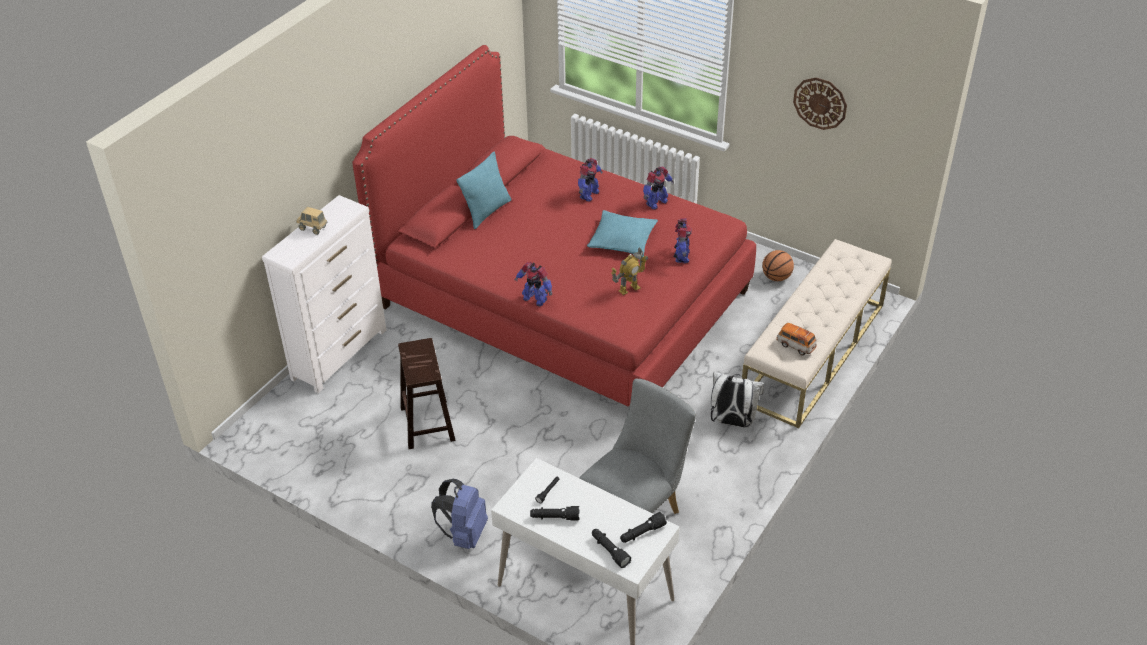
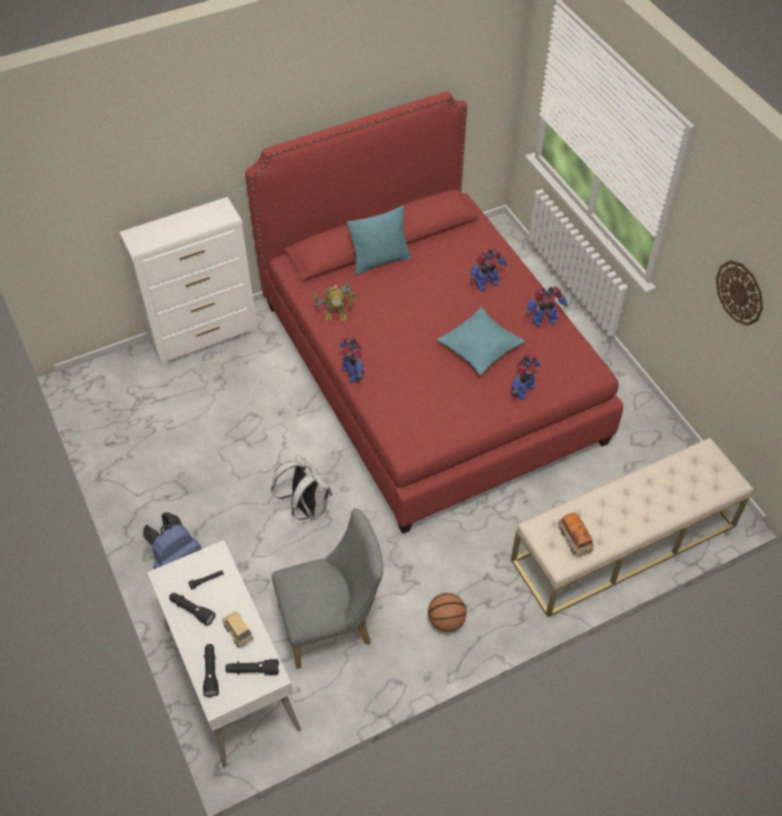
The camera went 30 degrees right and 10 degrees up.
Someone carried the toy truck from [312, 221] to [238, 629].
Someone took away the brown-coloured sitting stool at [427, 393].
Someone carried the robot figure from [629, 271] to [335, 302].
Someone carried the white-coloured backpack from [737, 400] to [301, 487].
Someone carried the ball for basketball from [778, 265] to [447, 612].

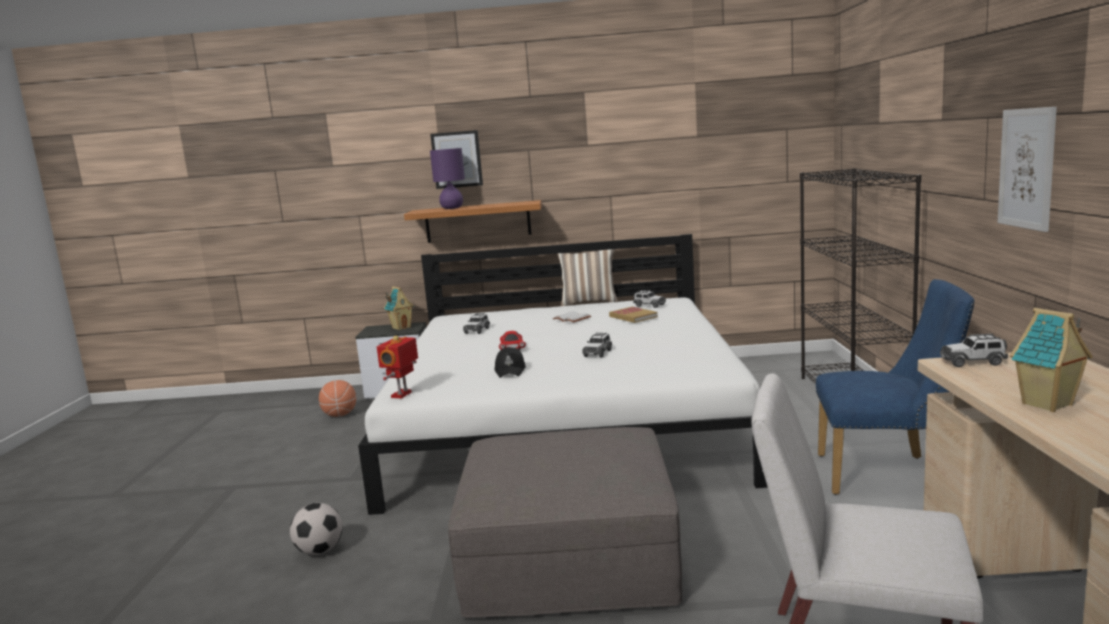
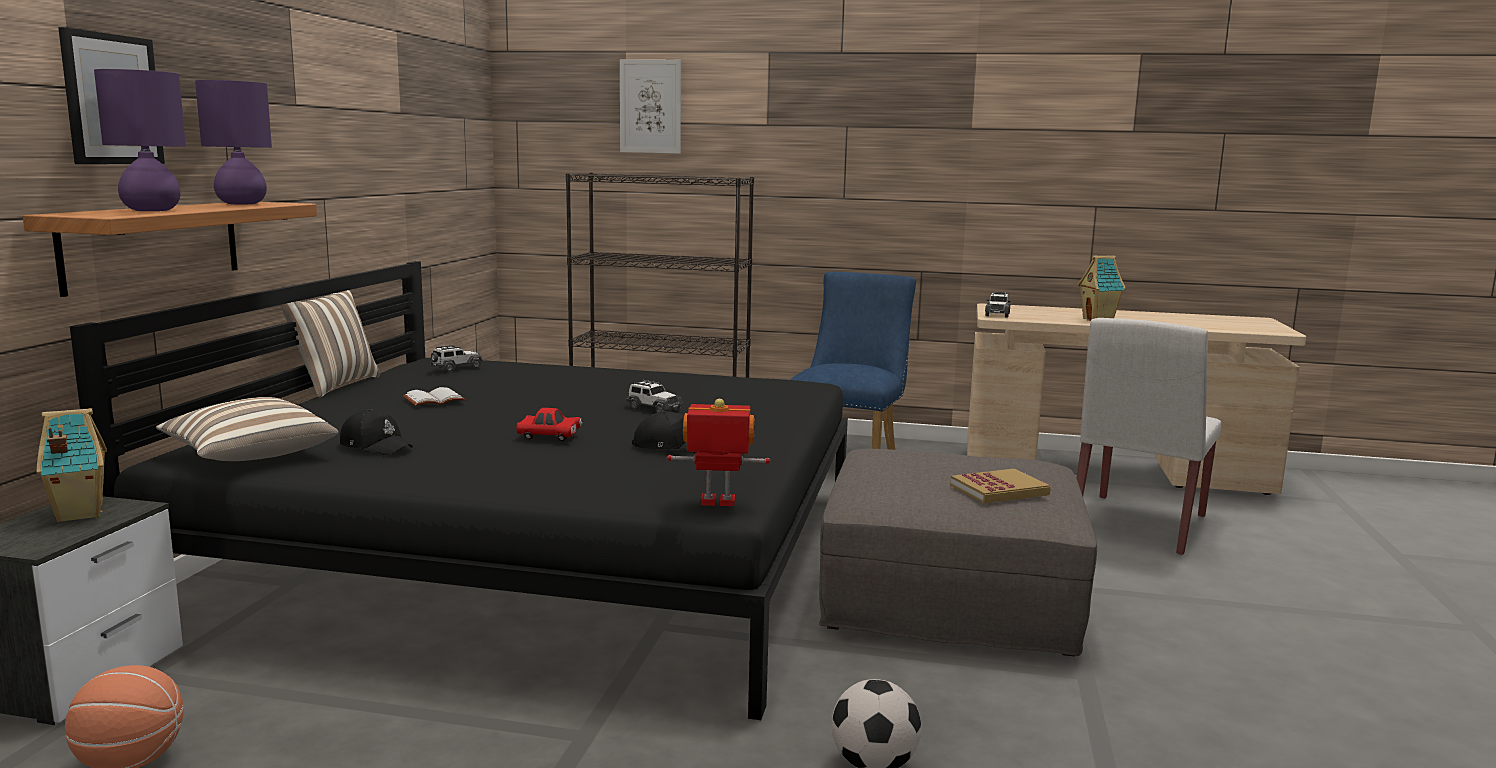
The camera went 80 degrees left and 0 degrees up.
Someone repainted the white-coloured sleeping bed at [563, 374], which became the blackish sleeping bed at [459, 490].
Someone rotated the robot figure at [397, 367] by 150 degrees clockwise.
Someone swapped the model car at [476, 323] for the blackish peaked cap at [376, 432].
Someone carried the book from [633, 315] to [1000, 486].
Someone carried the wall picture from [1027, 169] to [650, 106].
Someone put down the cushion at [247, 429].
Someone put down the purple-coloured lamp for a table at [233, 142].

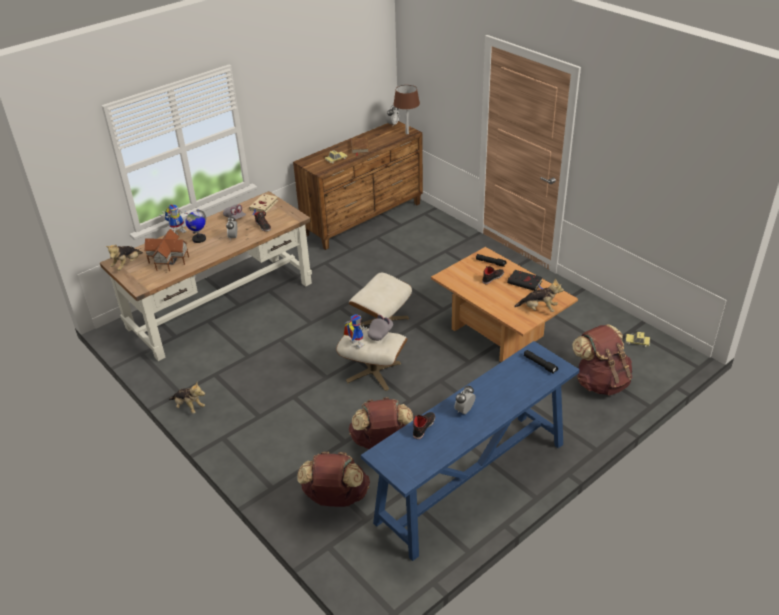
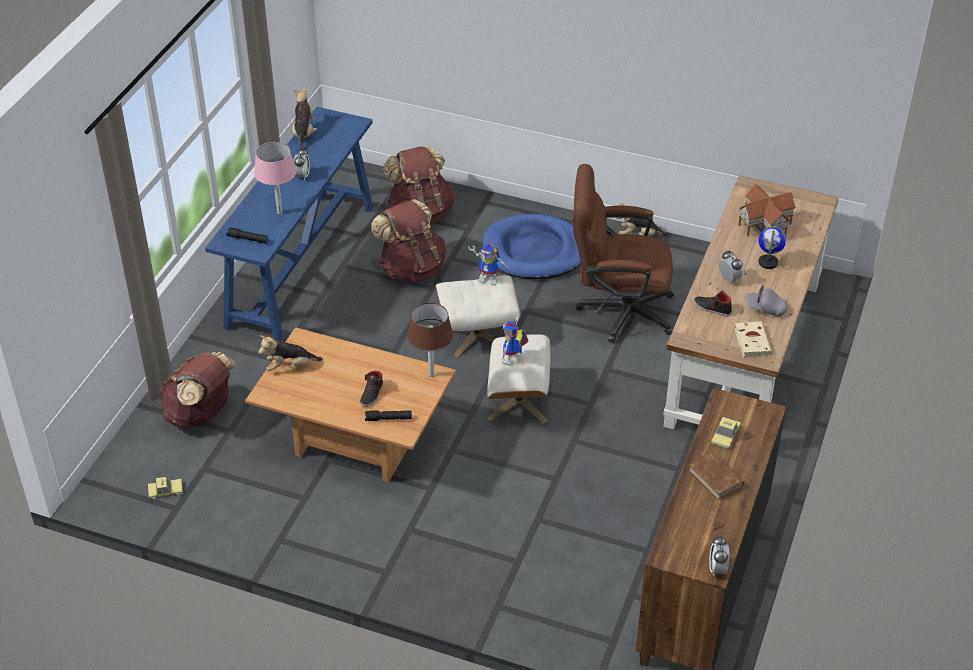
The camera went 150 degrees right and 5 degrees up.
Someone carried the plush toy from [124, 258] to [304, 118].
Someone carried the robot figure from [174, 220] to [515, 340].
Someone took away the gray peaked cap at [380, 328].
Someone carried the brown-coloured lamp for a table from [406, 109] to [430, 340].
Someone took away the blackish low shoe at [424, 425].
Someone took away the blackish book at [525, 280].
Someone put down the pinkish lamp for a table at [275, 178].
Someone put down the blue-coloured dog cushion at [532, 246].
Someone put down the brown-coloured computer chair at [623, 253].

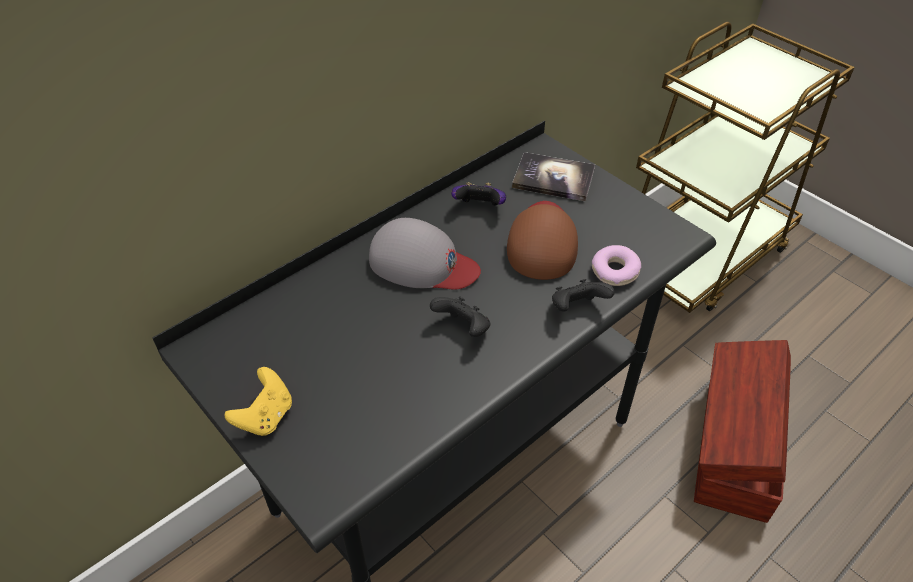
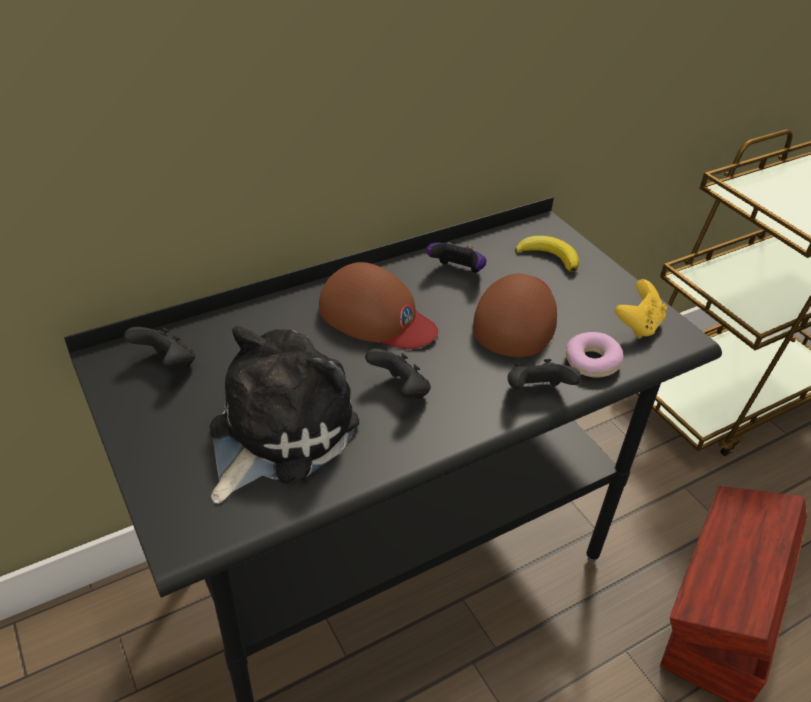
The camera went 10 degrees right and 5 degrees down.
Someone carried the yellow-coloured game controller from [258, 401] to [641, 309].
Someone repainted the gray peaked cap at [425, 254], which became the brown-coloured peaked cap at [378, 305].
Someone swapped the book at [553, 177] for the banana at [547, 254].
Someone put down the blackish game controller at [159, 347].
Someone put down the plush toy at [284, 415].

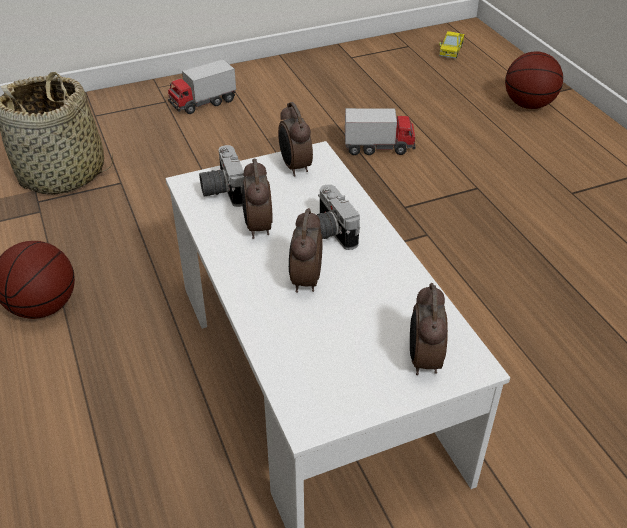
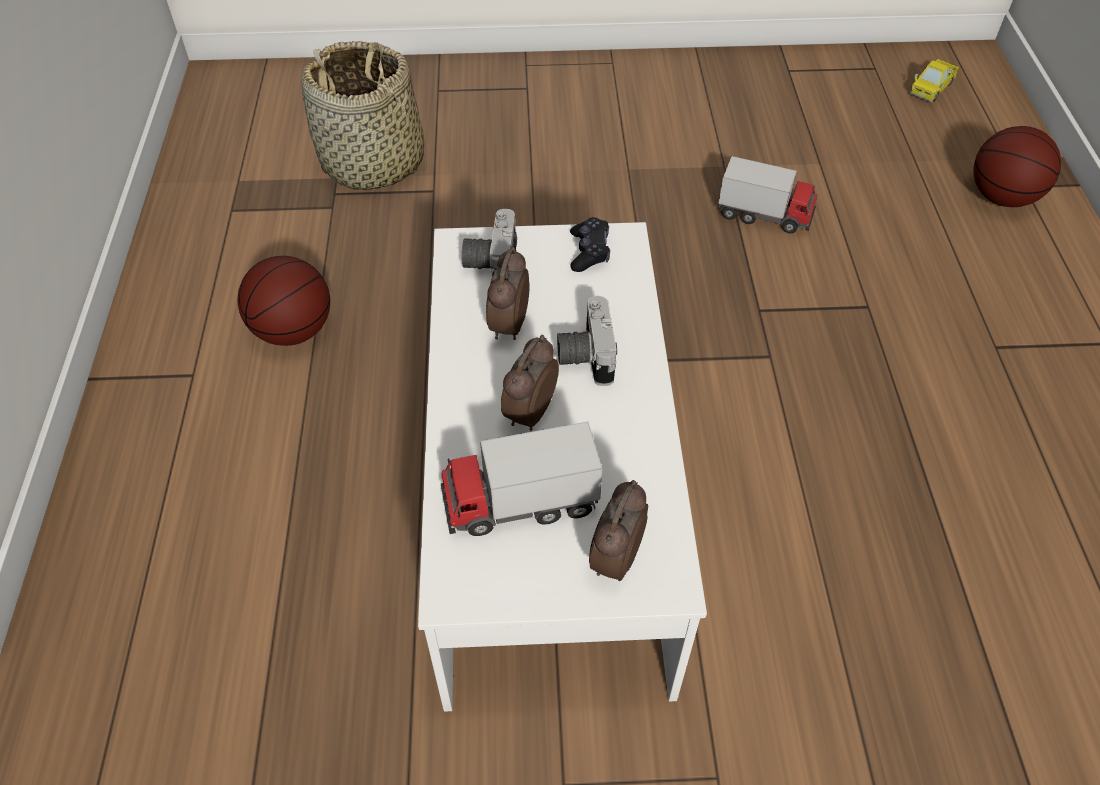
The camera went 20 degrees right and 10 degrees up.
Someone carried the toy truck from [202, 86] to [522, 479].
Someone swapped the alarm clock at [295, 139] for the blackish game controller at [590, 244].

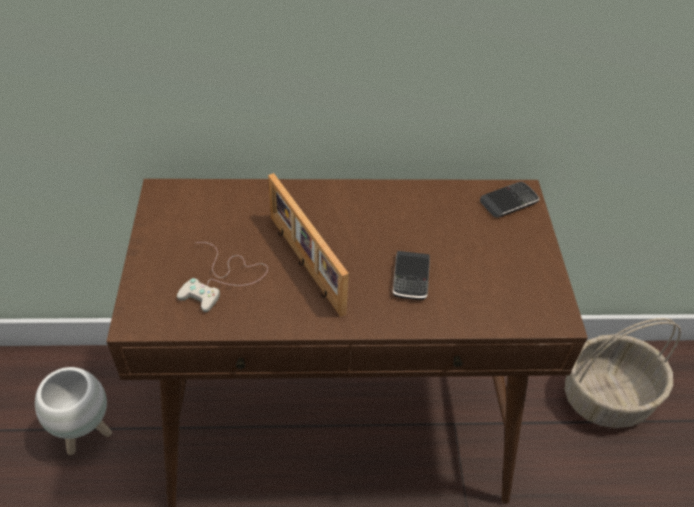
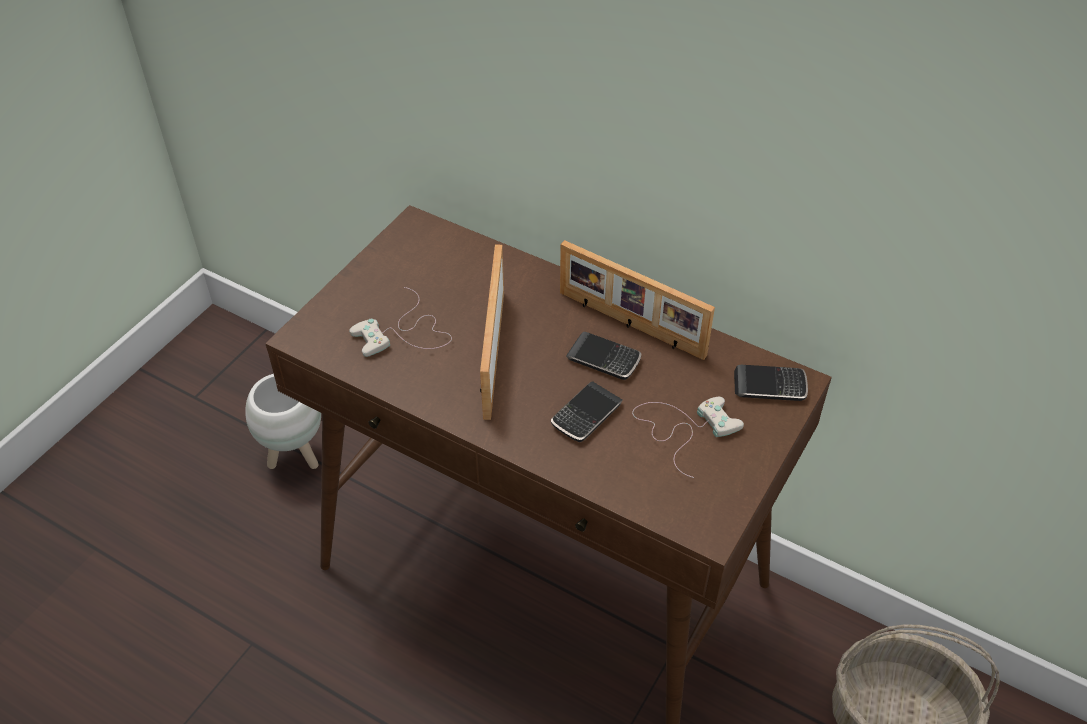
The camera went 35 degrees right and 0 degrees up.
Someone put down the standing frame at [637, 300].
Someone put down the handset at [603, 356].
Someone put down the white-coloured game controller at [688, 437].

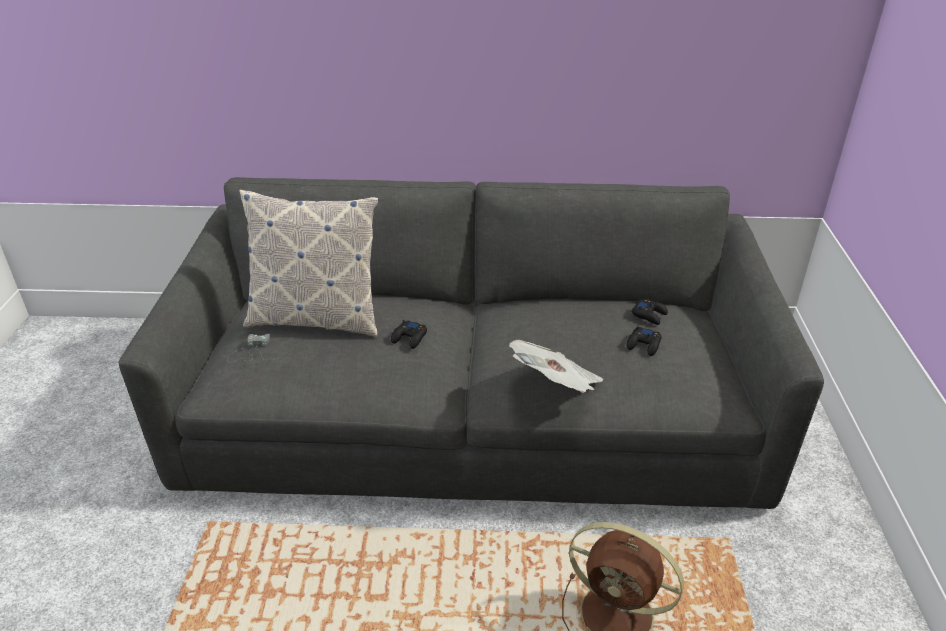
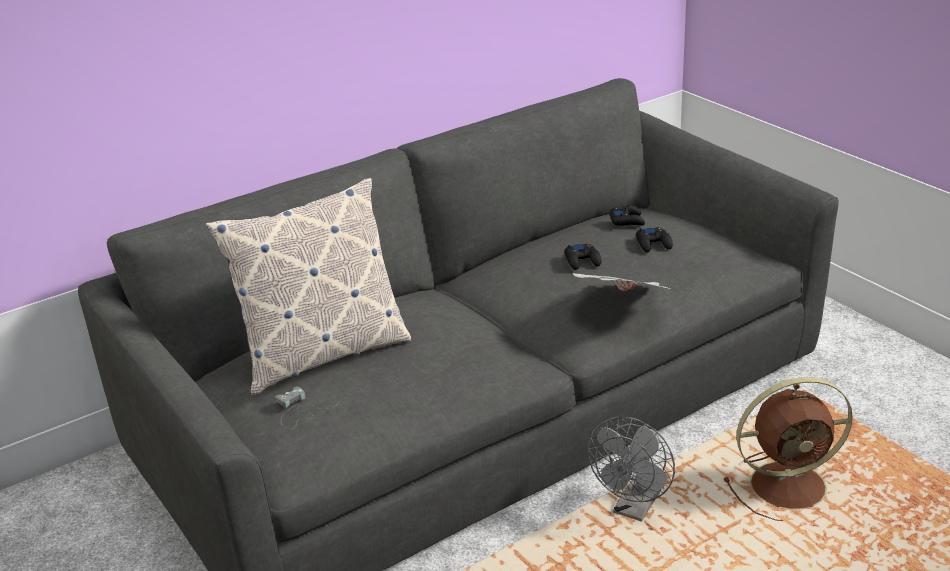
The camera went 35 degrees left and 5 degrees down.
Someone carried the blackish game controller from [409, 334] to [582, 257].
Someone put down the gray cooling fan at [631, 469].

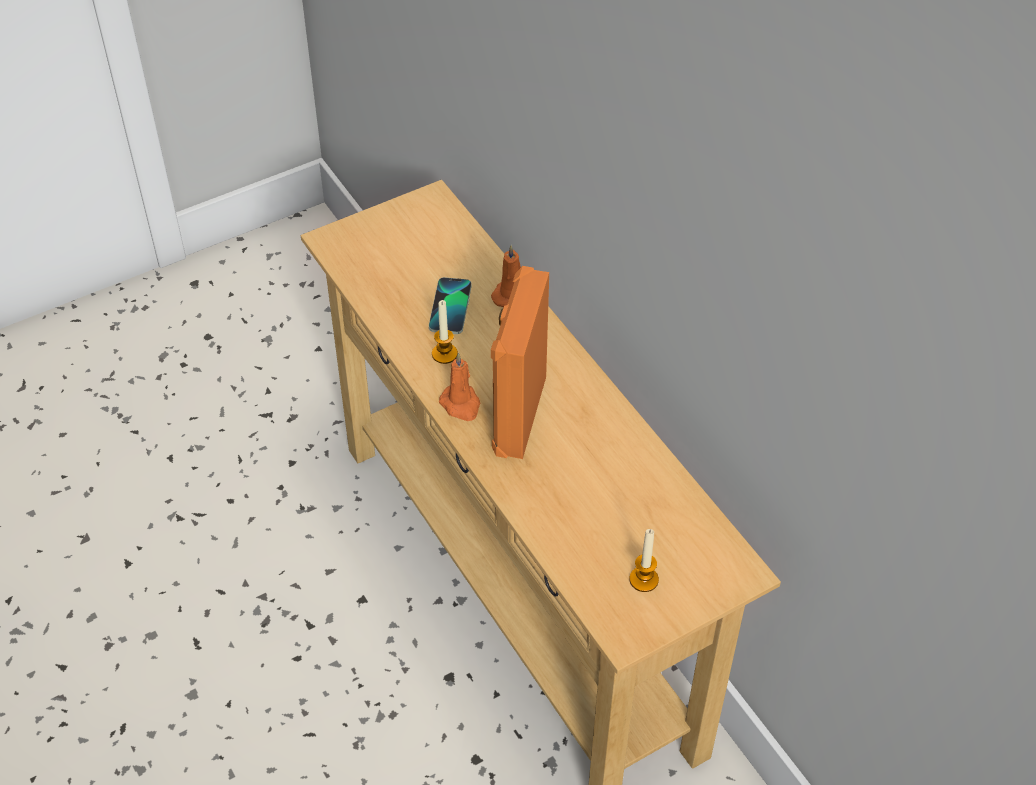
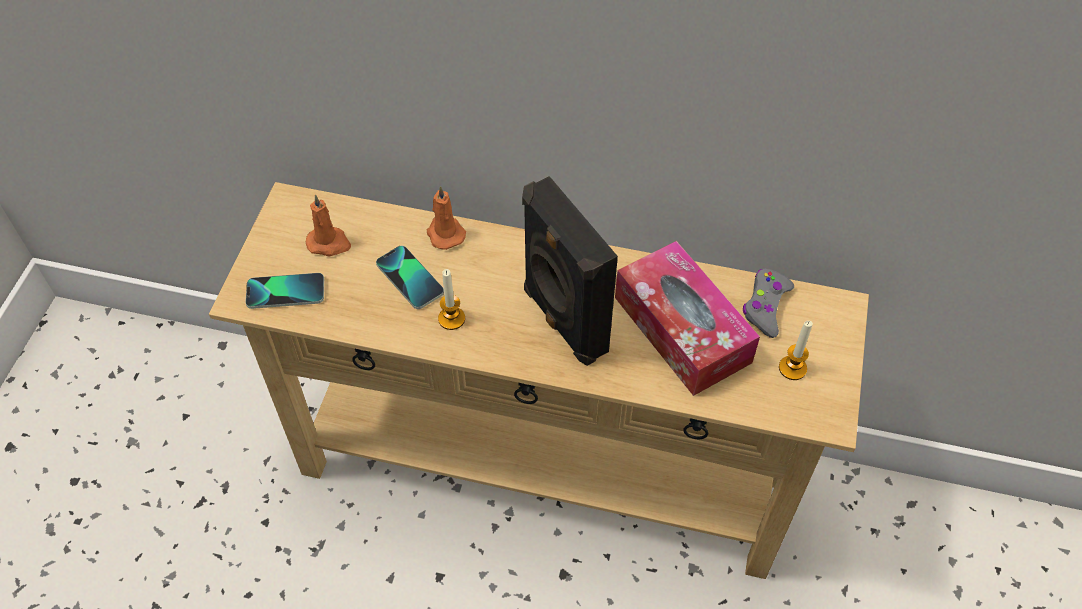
The camera went 45 degrees left and 5 degrees up.
Someone carried the orange wax light from [459, 387] to [328, 225].
Someone repainted the orange audio speaker at [520, 362], which became the blackish audio speaker at [570, 271].
Someone put down the handset at [284, 291].
Someone put down the tissue box at [687, 318].
Someone put down the gray game controller at [768, 303].

